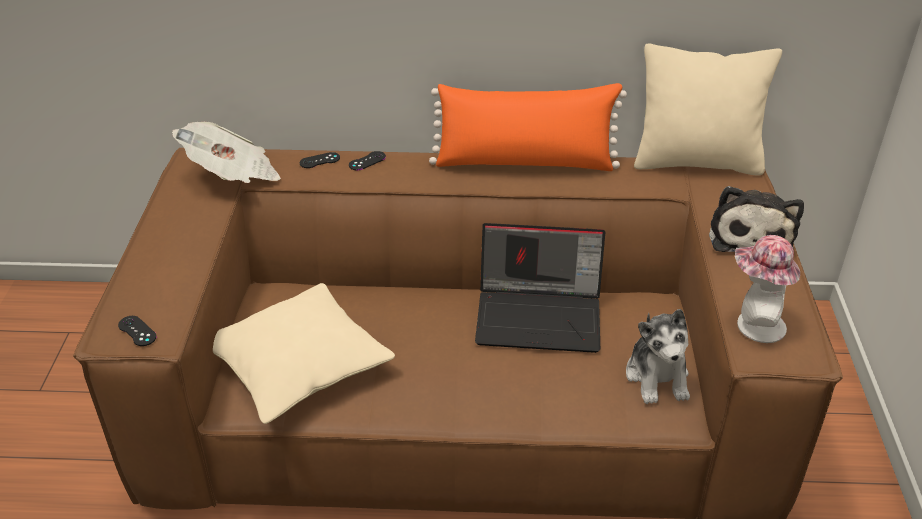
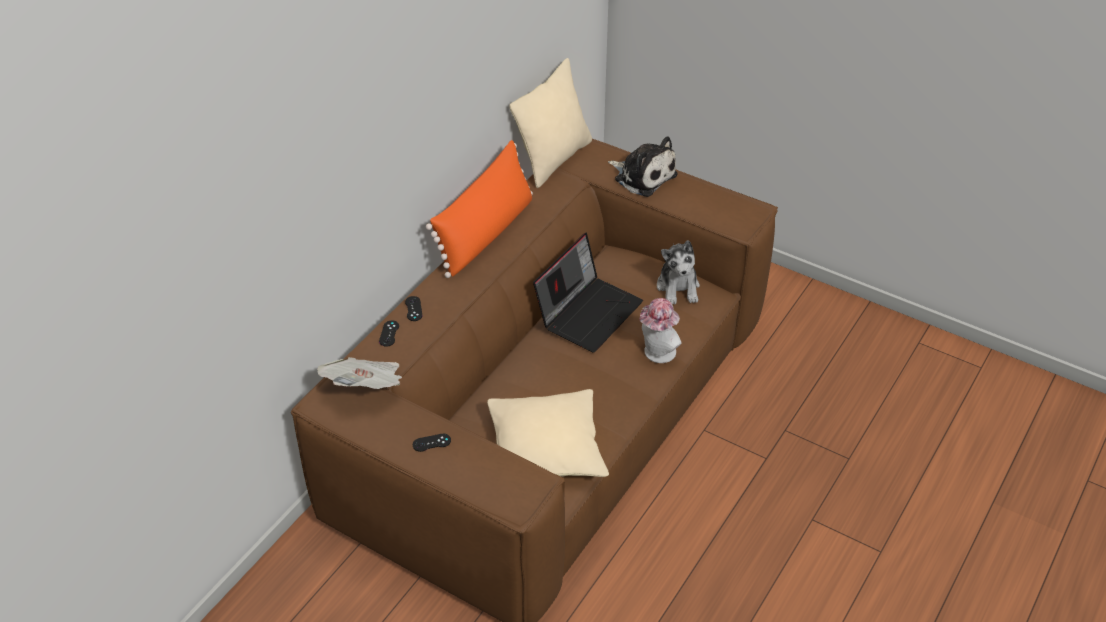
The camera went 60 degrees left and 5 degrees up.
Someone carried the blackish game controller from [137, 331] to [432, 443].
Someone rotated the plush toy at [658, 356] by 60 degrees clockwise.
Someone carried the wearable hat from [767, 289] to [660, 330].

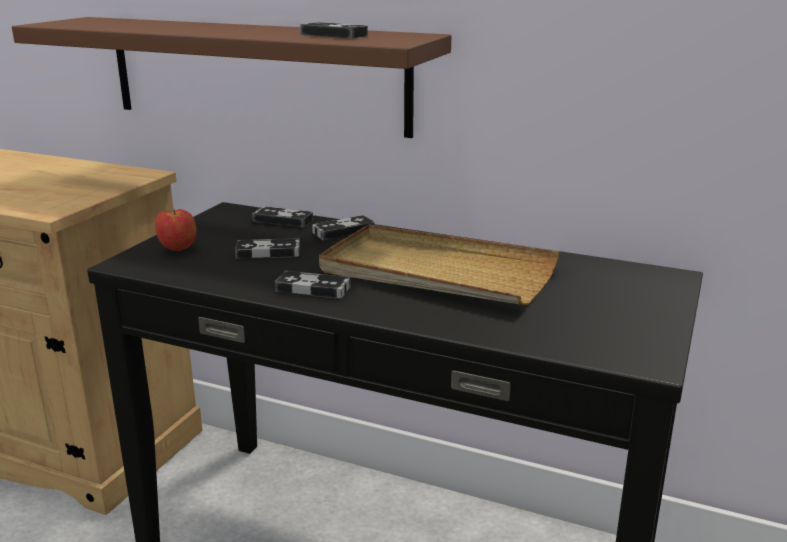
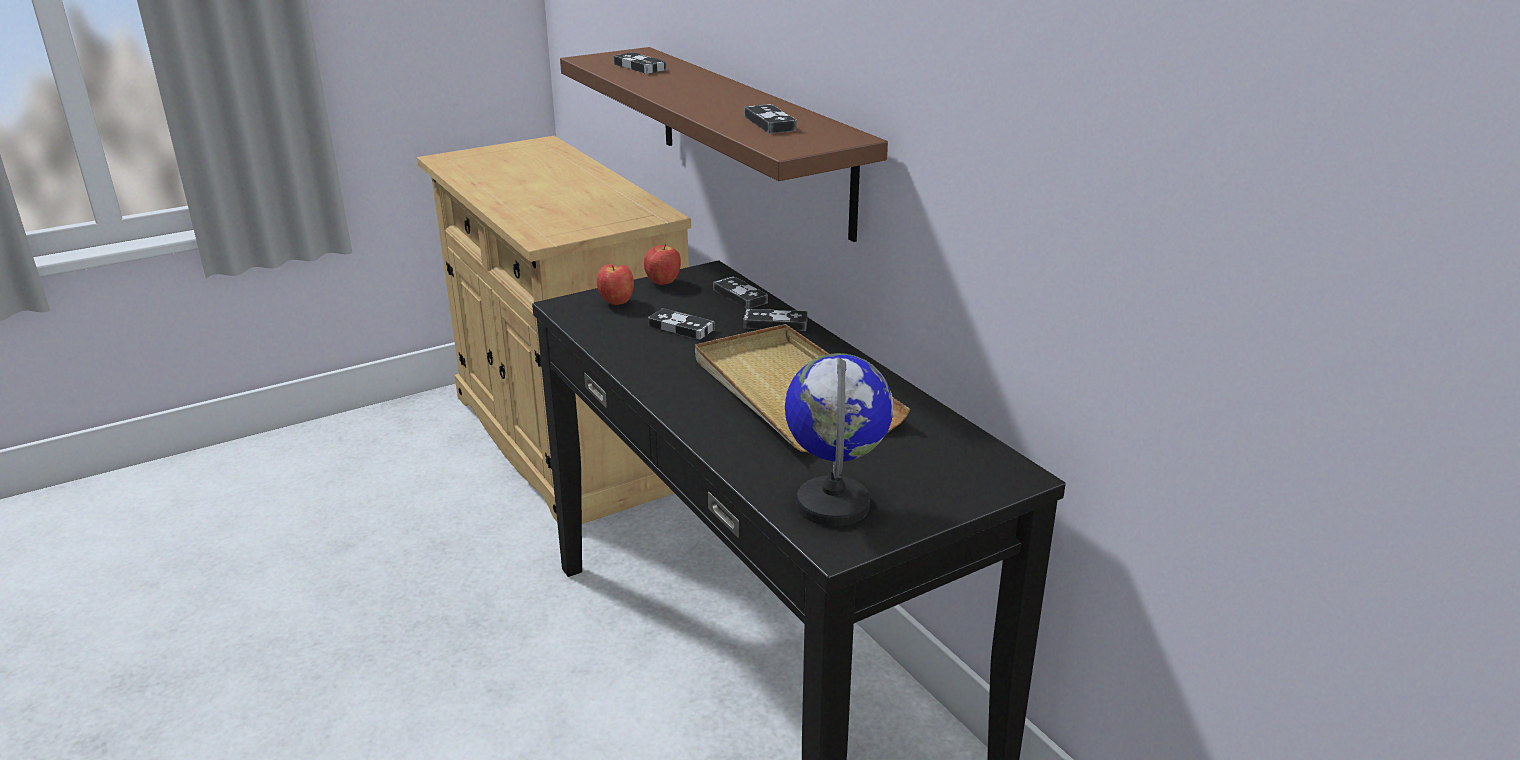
The camera went 35 degrees right and 5 degrees up.
Someone carried the game controller from [313, 284] to [640, 63].
Someone put down the apple at [662, 264].
Someone put down the world globe at [839, 439].

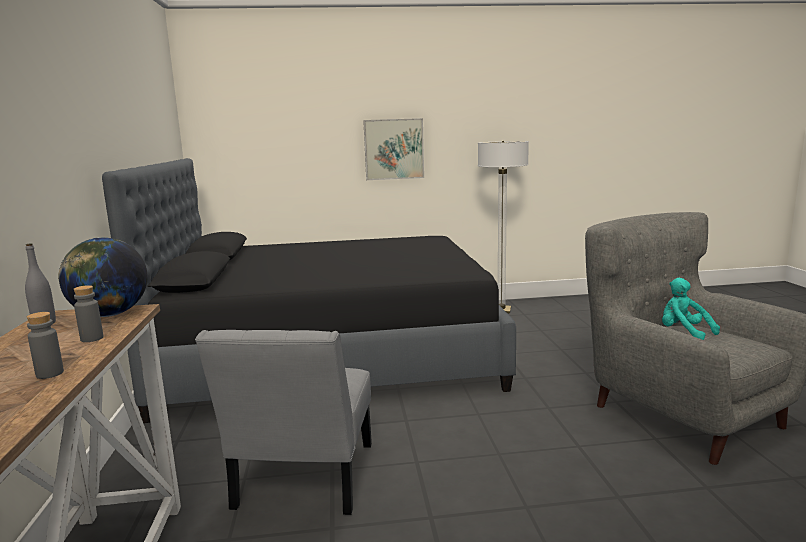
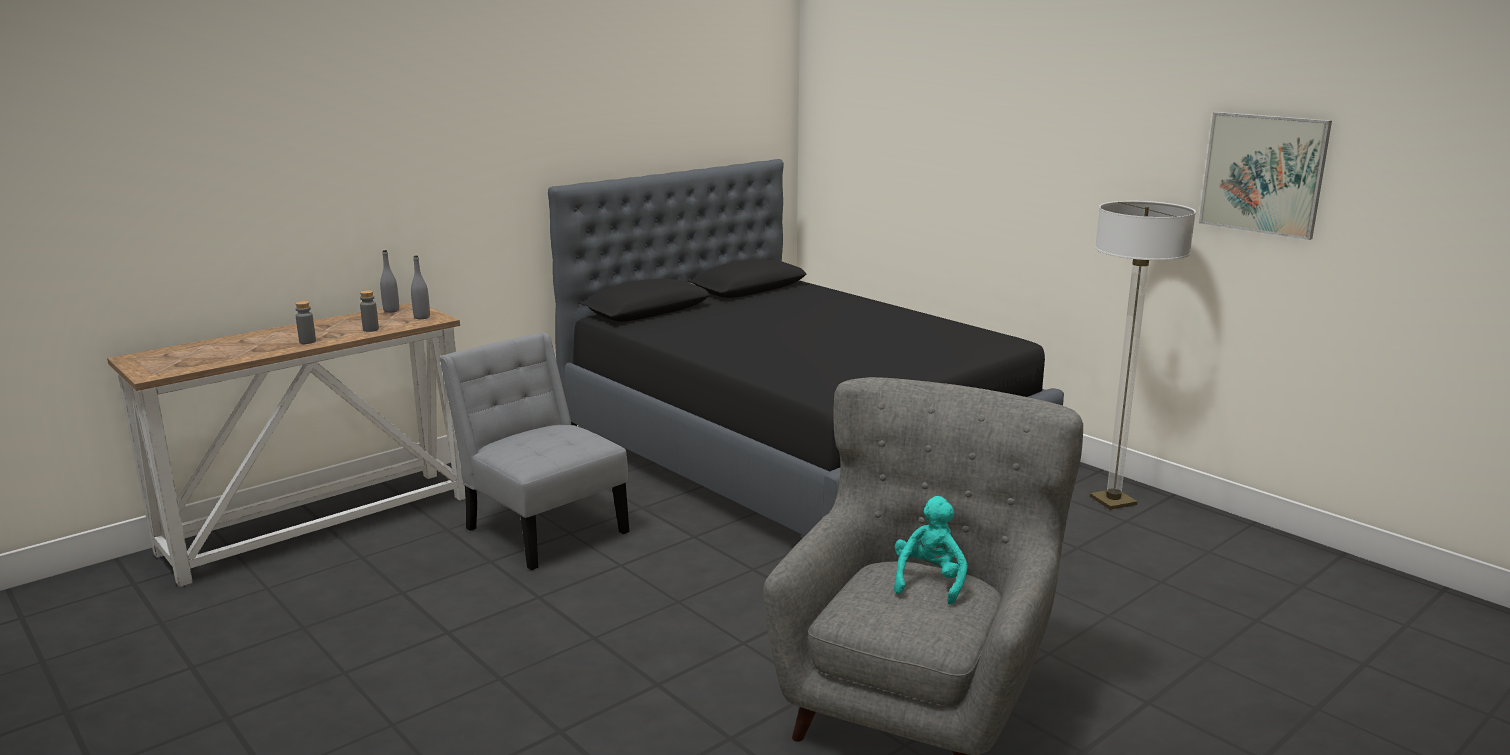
The camera went 55 degrees right and 5 degrees up.
Someone swapped the world globe at [103, 277] for the gray beverage bottle at [420, 287].
Someone rotated the gray plain chair at [283, 422] by 75 degrees clockwise.
Someone carried the wall picture from [393, 149] to [1265, 176].

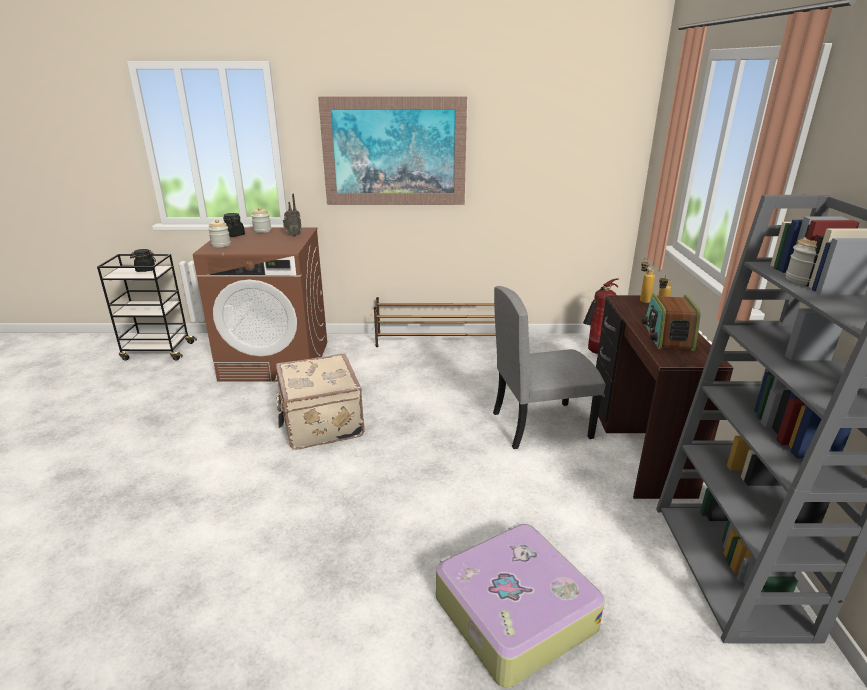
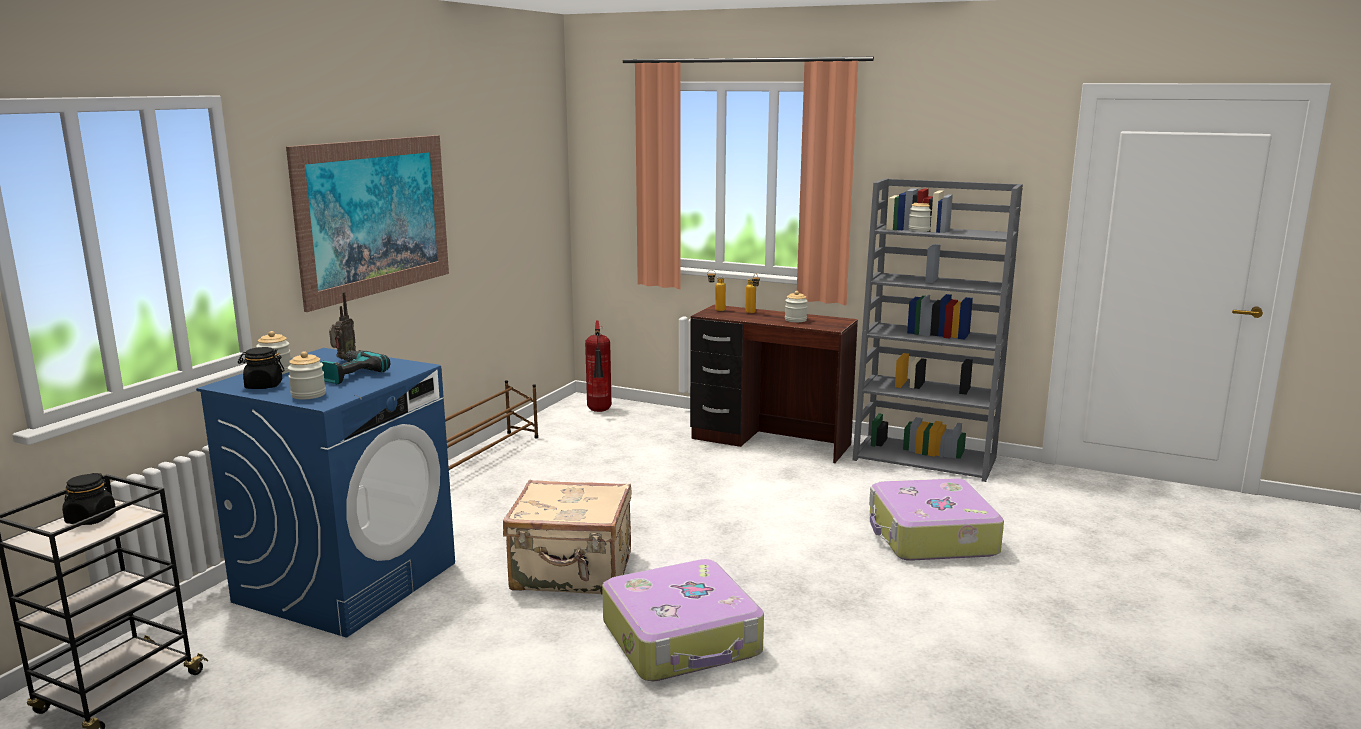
The camera went 65 degrees left and 10 degrees down.
Someone repainted the brown-coloured washing machine at [260, 304], which became the blue-coloured washing machine at [325, 492].
Someone took away the gray plain chair at [549, 367].
Someone swapped the radio set at [670, 322] for the jar at [796, 306].
Someone put down the drill at [355, 367].
Someone put down the piece of luggage at [683, 620].

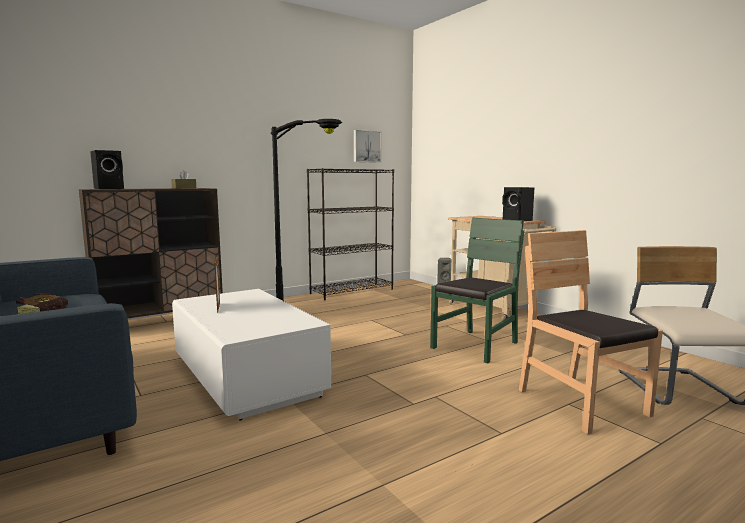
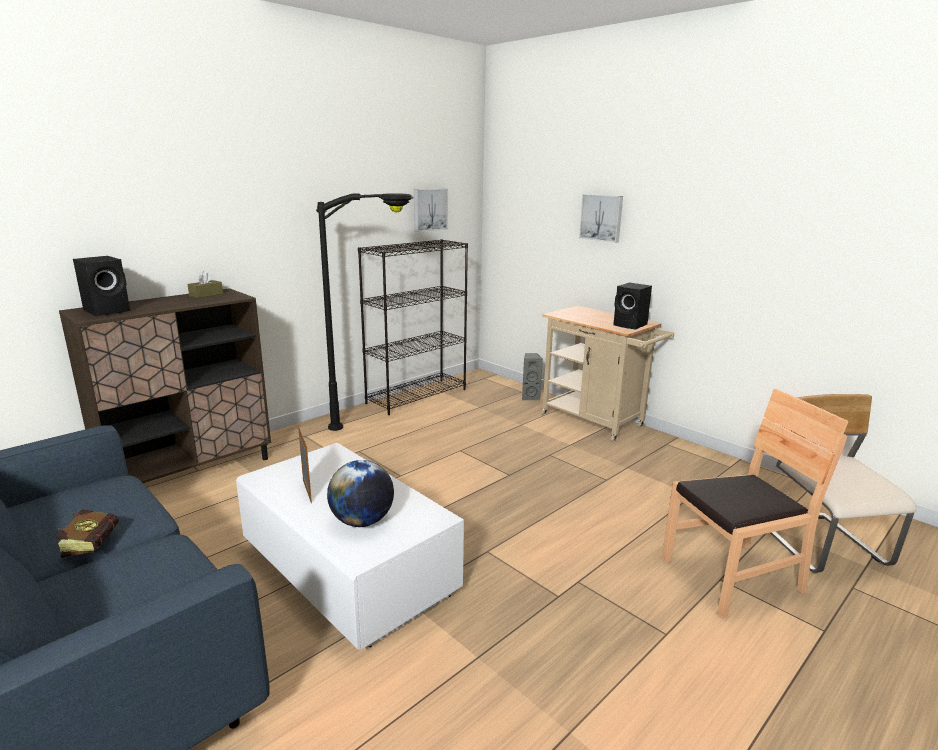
The camera went 10 degrees left and 10 degrees up.
Someone took away the green-coloured plain chair at [477, 290].
Someone rotated the brown-coloured plain chair at [591, 332] by 105 degrees clockwise.
Someone put down the world globe at [360, 493].
Someone put up the wall picture at [601, 218].

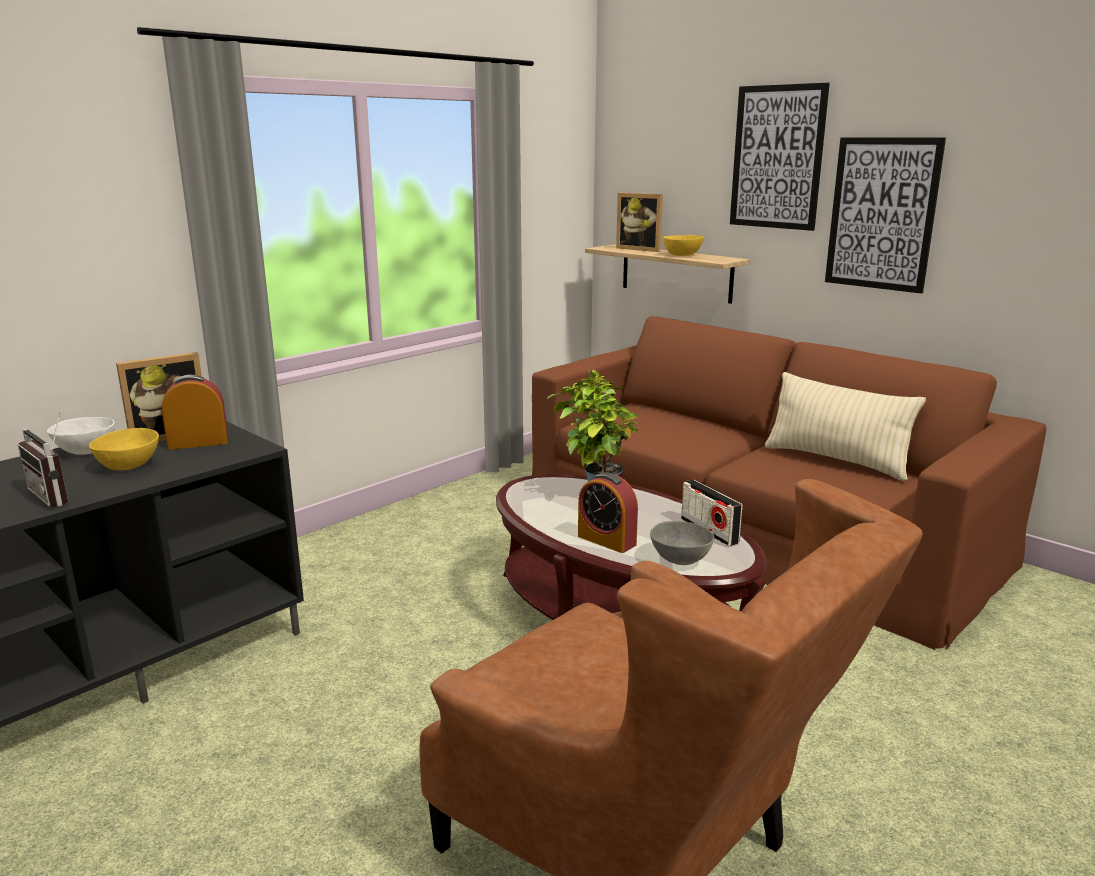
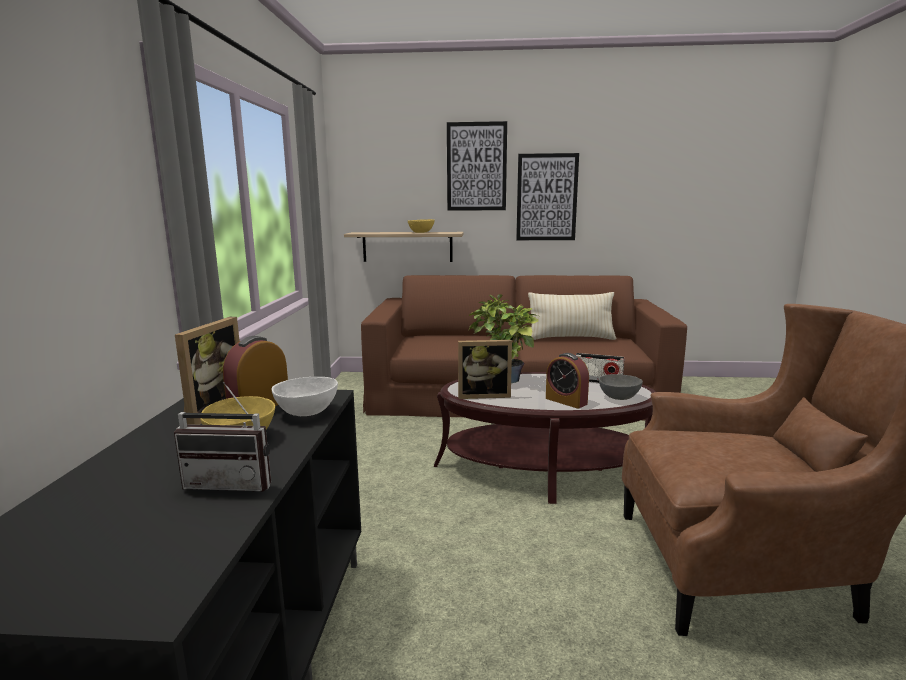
The camera went 40 degrees left and 5 degrees down.
Someone carried the white-coloured deep dish from [81, 436] to [305, 396].
Someone rotated the alarm clock at [608, 512] by 45 degrees clockwise.
Someone carried the standing frame from [639, 222] to [485, 369].

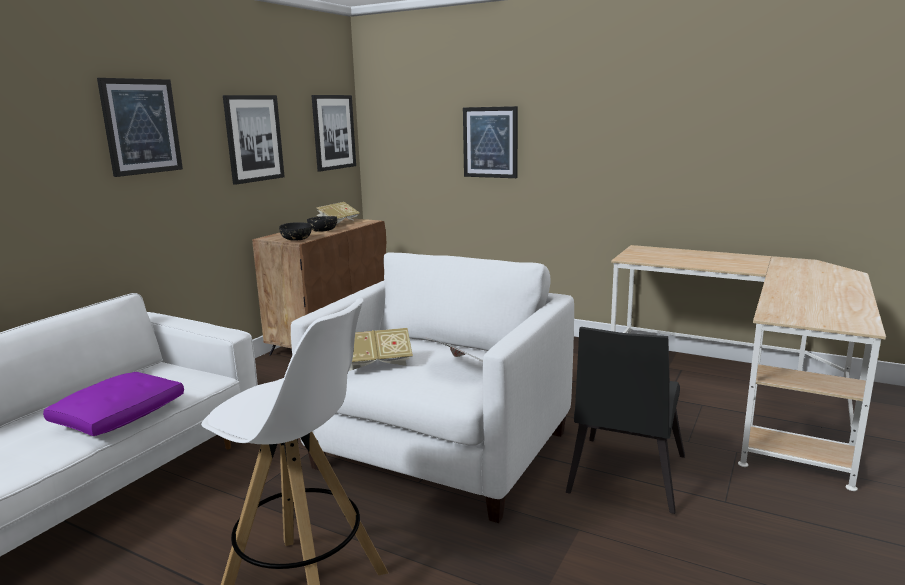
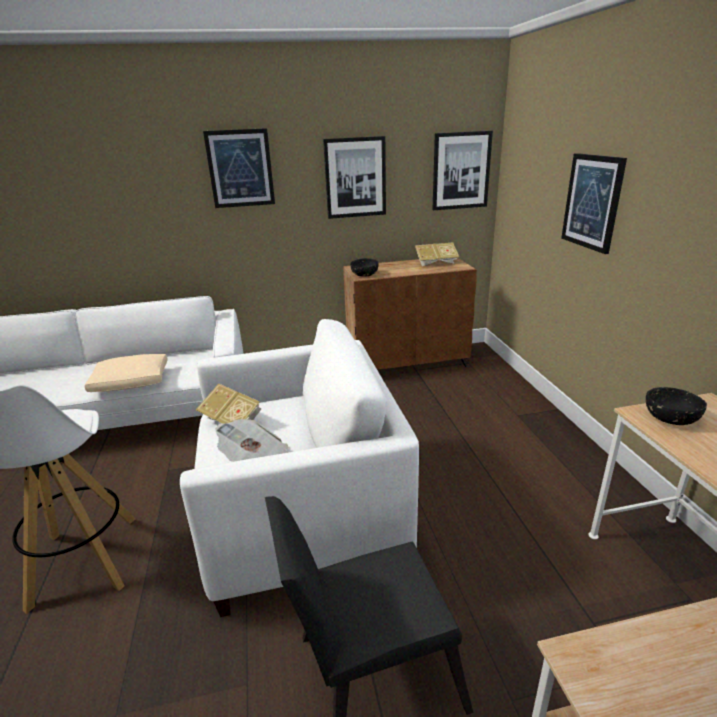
The camera went 50 degrees right and 10 degrees up.
Someone repainted the purple-coloured cushion at [113, 404], which became the sand-coloured cushion at [126, 373].
Someone carried the blackish deep dish from [322, 224] to [676, 406].

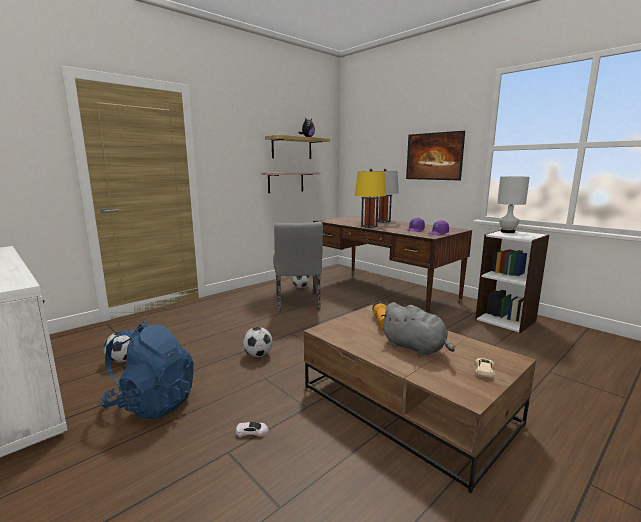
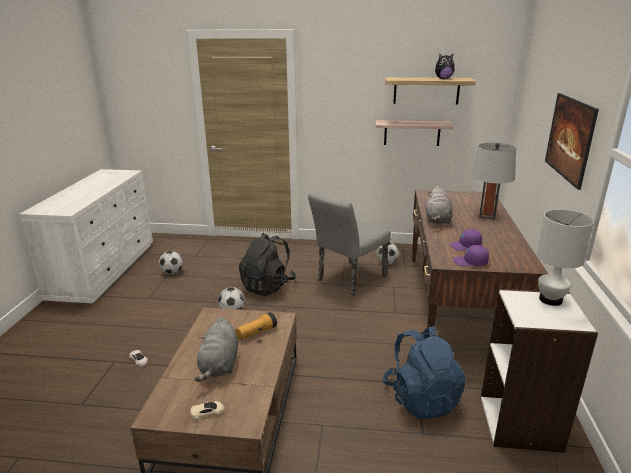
The camera went 50 degrees right and 10 degrees up.
Someone carried the blue-coloured backpack from [147, 370] to [424, 372].
Someone swapped the yellow-coloured lamp for a table at [370, 198] for the gray plush toy at [439, 205].
Someone put down the blackish backpack at [267, 264].

